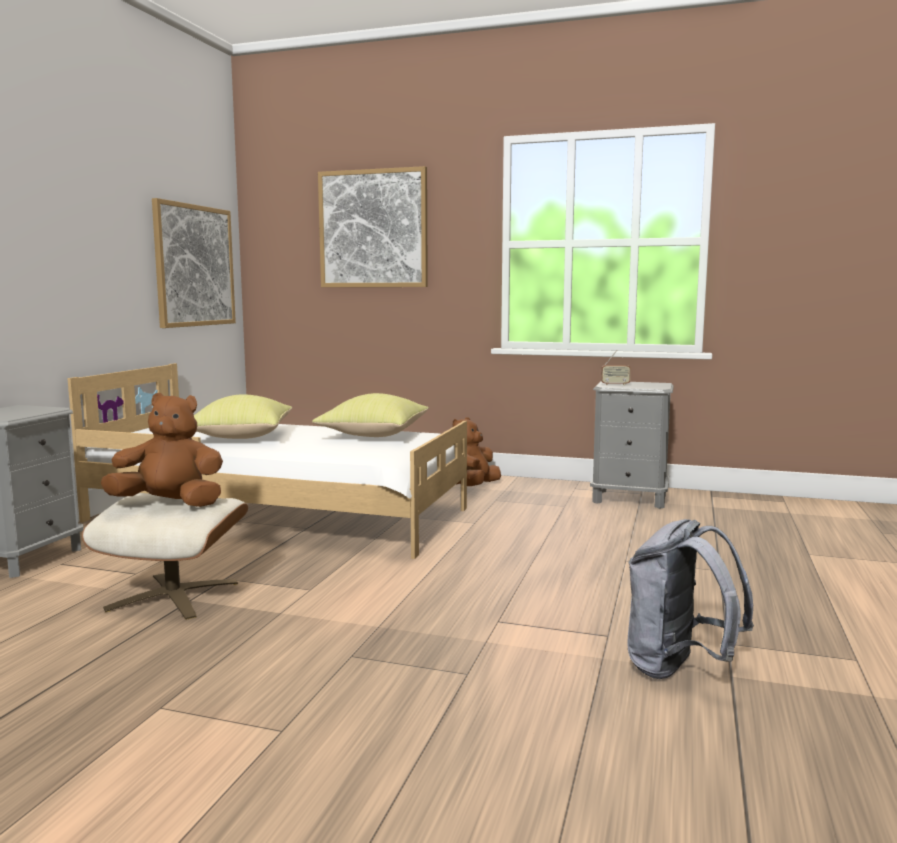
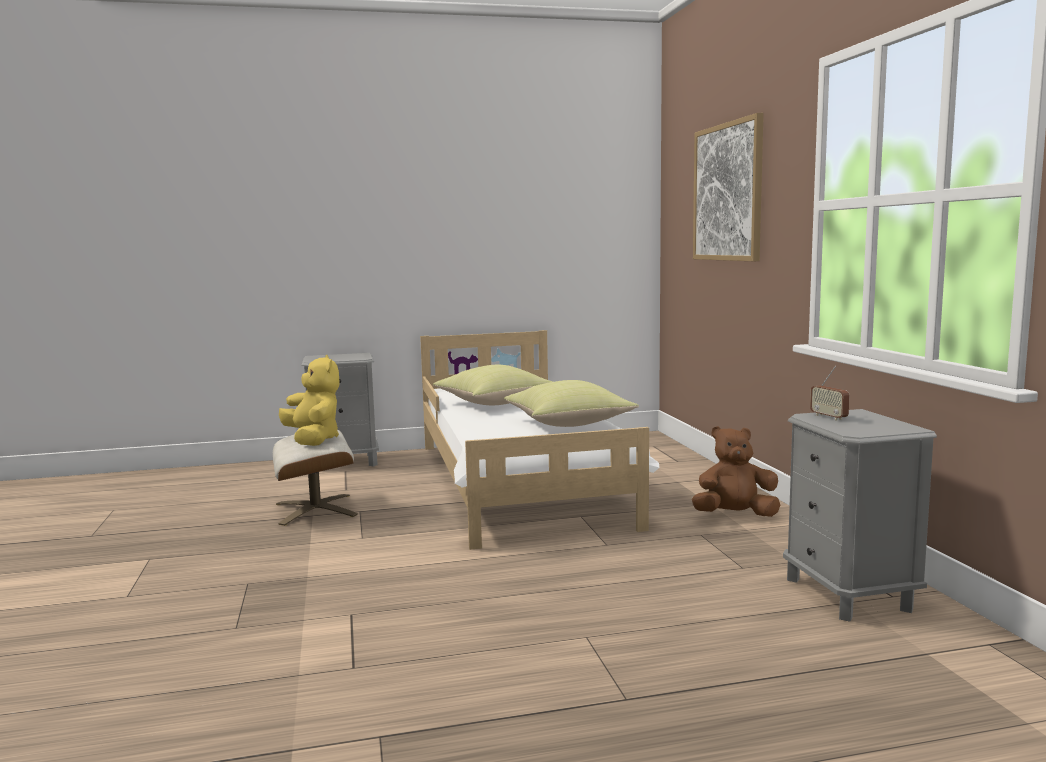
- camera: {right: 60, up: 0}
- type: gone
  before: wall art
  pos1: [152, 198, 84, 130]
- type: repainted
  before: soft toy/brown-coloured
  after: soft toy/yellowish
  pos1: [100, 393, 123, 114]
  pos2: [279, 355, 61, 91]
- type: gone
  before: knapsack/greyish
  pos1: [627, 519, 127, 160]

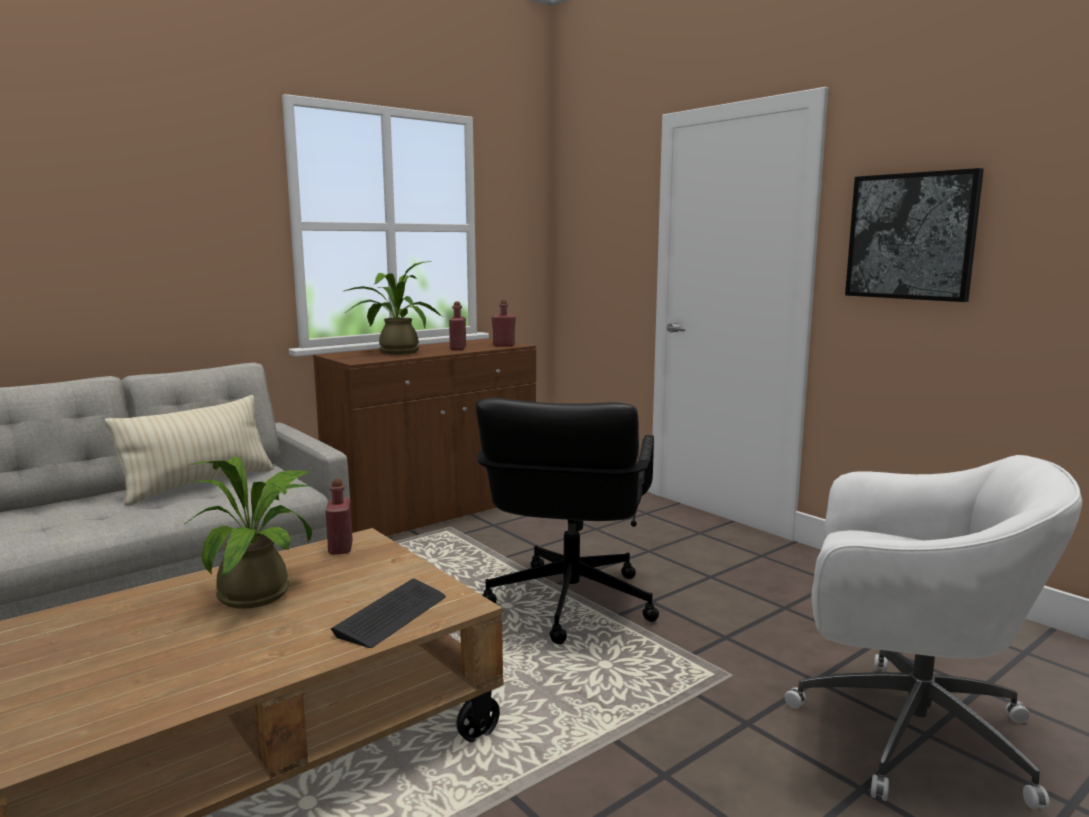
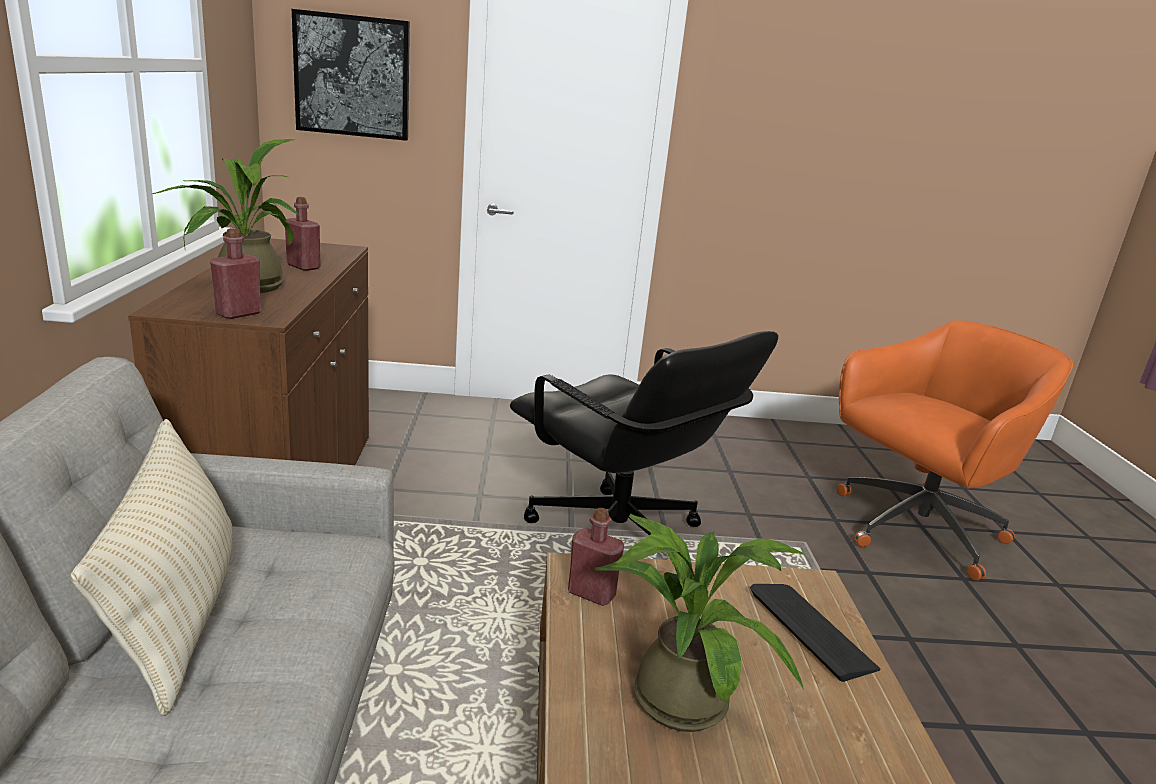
- camera: {right: -55, up: 10}
- type: shifted
  before: wall art
  pos1: [845, 168, 139, 134]
  pos2: [292, 9, 118, 132]
- type: shifted
  before: bottle/red
  pos1: [492, 300, 24, 46]
  pos2: [210, 228, 51, 91]
- type: repainted
  before: desk chair/white
  after: desk chair/orange-coloured
  pos1: [784, 455, 299, 355]
  pos2: [836, 320, 237, 261]

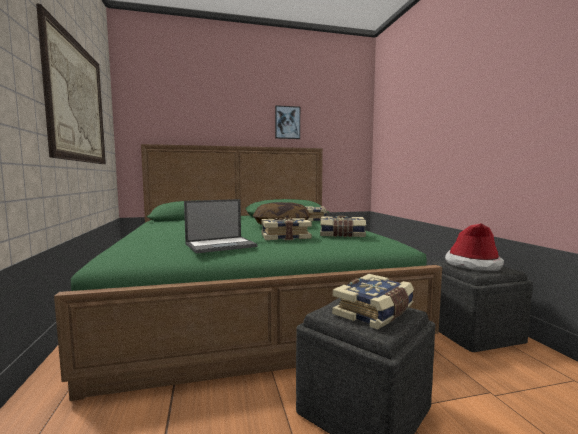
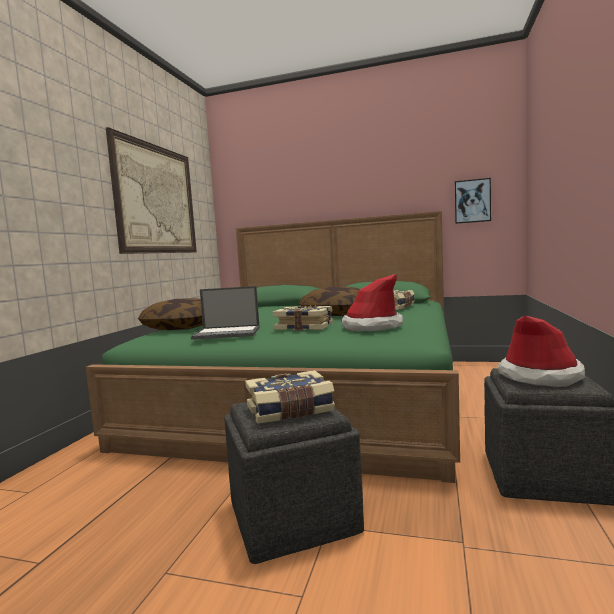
- camera: {right: 30, up: 0}
- type: shifted
  before: wall art
  pos1: [275, 105, 25, 34]
  pos2: [455, 178, 36, 46]
- type: swapped
  before: volume
  after: clothing hat
  pos1: [320, 216, 46, 21]
  pos2: [342, 274, 61, 58]
- type: new
  after: cushion
  pos2: [138, 298, 65, 32]

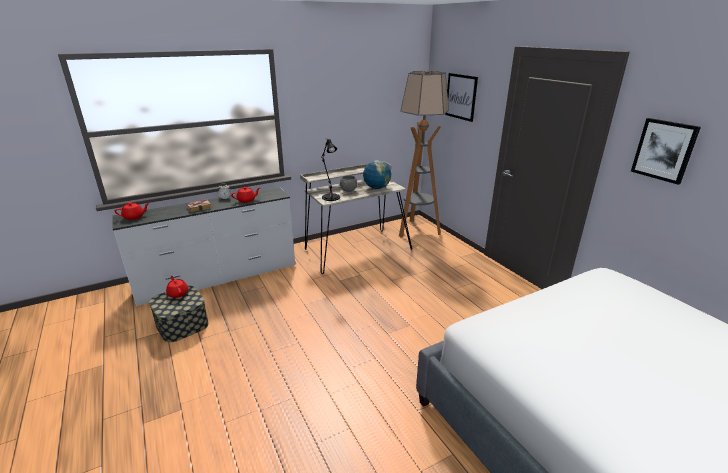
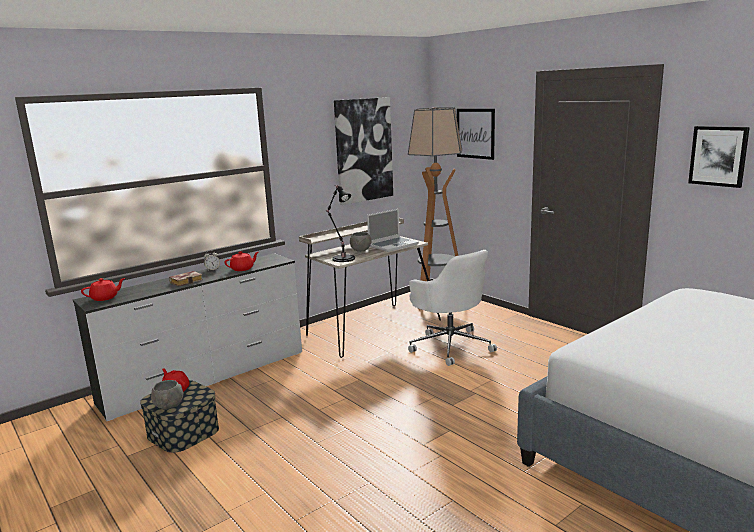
- camera: {right: -10, up: -10}
- type: swapped
  before: world globe
  after: portable computer
  pos1: [363, 160, 29, 29]
  pos2: [367, 209, 52, 43]
- type: new
  after: wall art
  pos2: [334, 97, 59, 108]
- type: new
  after: desk chair/white
  pos2: [408, 250, 89, 116]
- type: new
  after: serving bowl/greyish
  pos2: [151, 380, 32, 30]

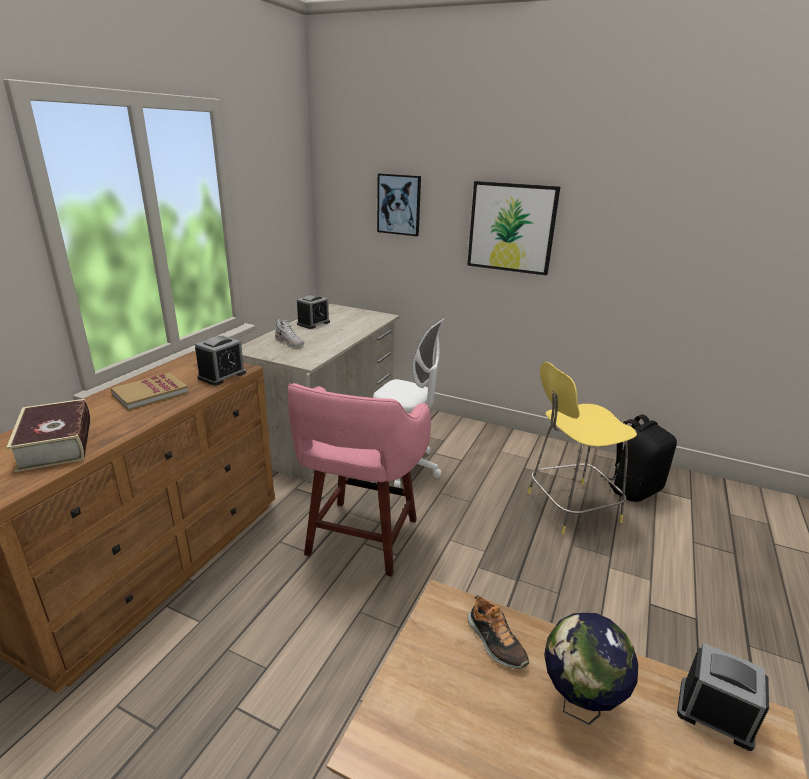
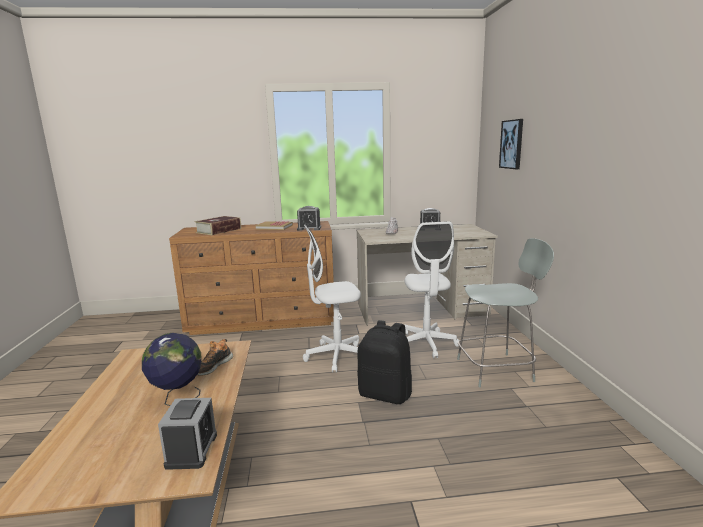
- camera: {right: 60, up: -10}
- type: gone
  before: wall art
  pos1: [467, 181, 93, 94]
- type: gone
  before: stool seat/yellowish
  pos1: [528, 362, 109, 173]
- type: swapped
  before: stool seat/pink
  after: desk chair/white
  pos1: [288, 383, 143, 194]
  pos2: [303, 224, 58, 149]
- type: shifted
  before: knapsack/blackish
  pos1: [600, 414, 77, 88]
  pos2: [357, 320, 55, 84]
- type: new
  after: stool seat/greyish
  pos2: [457, 238, 97, 149]

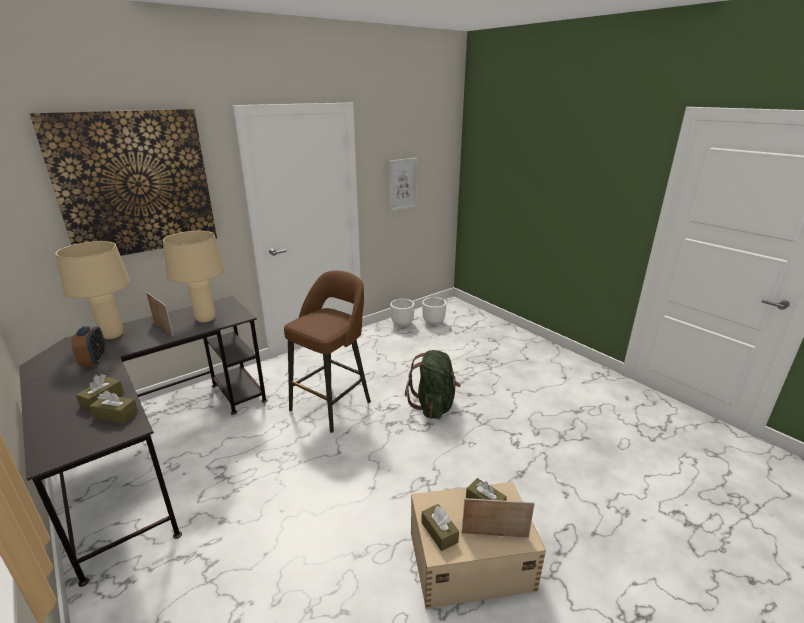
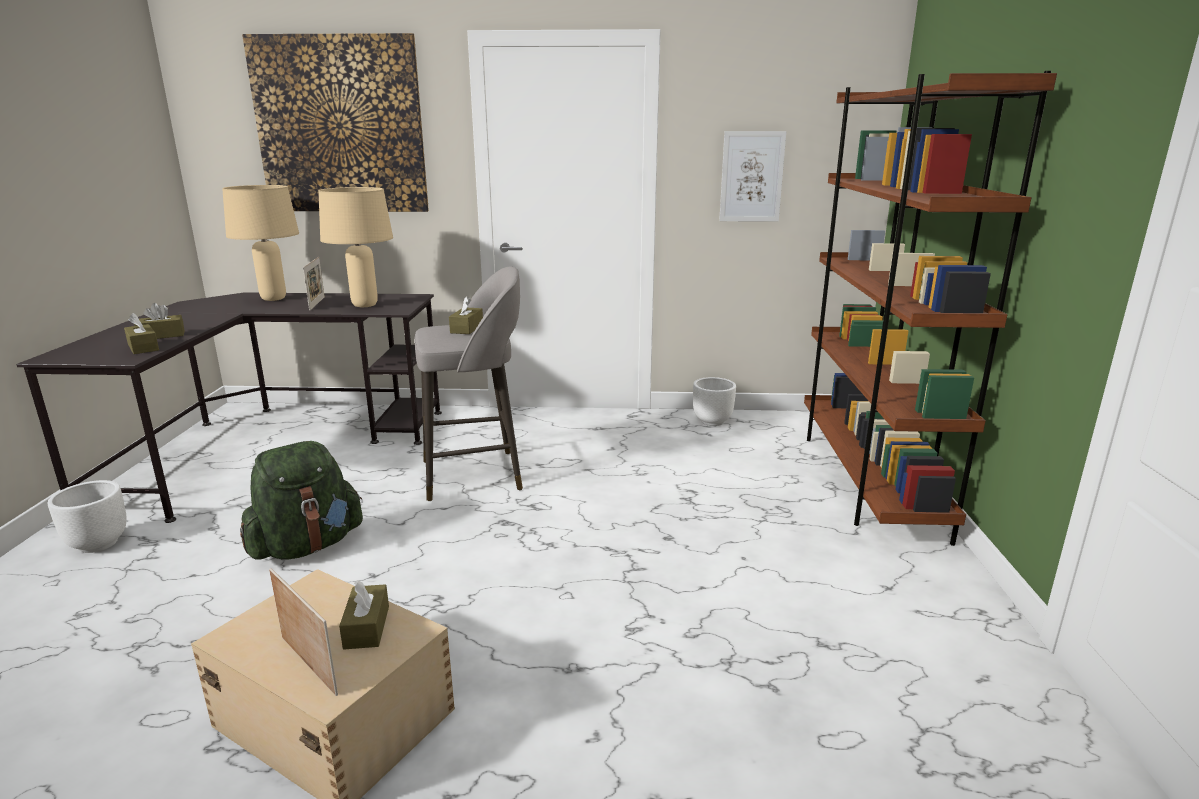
- camera: {right: 40, up: -5}
- type: repainted
  before: stool seat/brown-coloured
  after: stool seat/greyish
  pos1: [284, 271, 87, 162]
  pos2: [415, 267, 108, 234]
- type: shifted
  before: plant pot/white
  pos1: [422, 297, 24, 29]
  pos2: [48, 480, 79, 73]
- type: gone
  before: bedside clock
  pos1: [71, 326, 35, 41]
- type: shifted
  before: knapsack/greenish
  pos1: [405, 350, 56, 69]
  pos2: [240, 441, 123, 119]
- type: shifted
  before: tissue holder/brown-coloured
  pos1: [421, 504, 38, 47]
  pos2: [449, 296, 34, 38]
- type: new
  after: bookshelf/brown-coloured
  pos2: [804, 71, 253, 475]

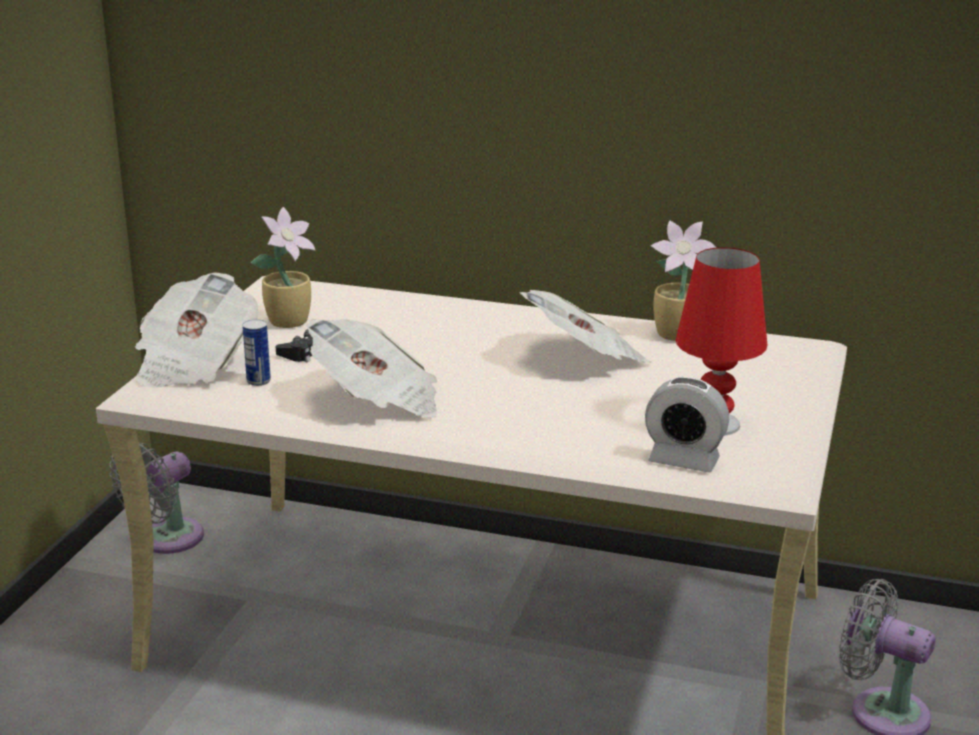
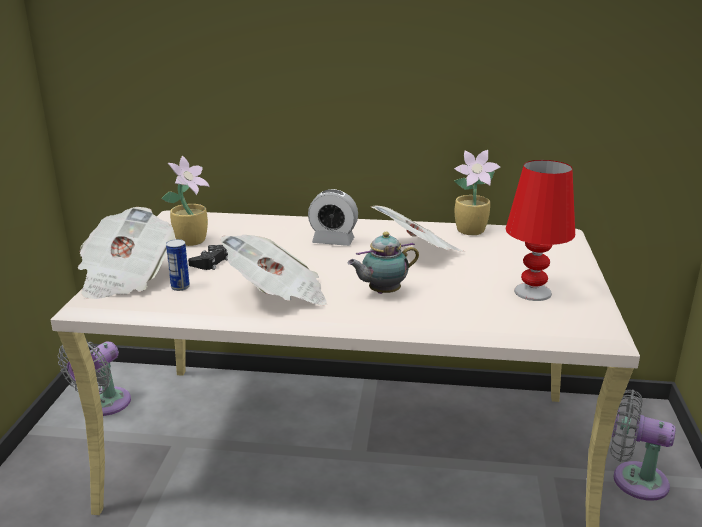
- camera: {right: -10, up: 0}
- type: shifted
  before: bedside clock
  pos1: [645, 377, 84, 95]
  pos2: [308, 189, 50, 57]
- type: new
  after: tea pot
  pos2: [348, 232, 71, 62]

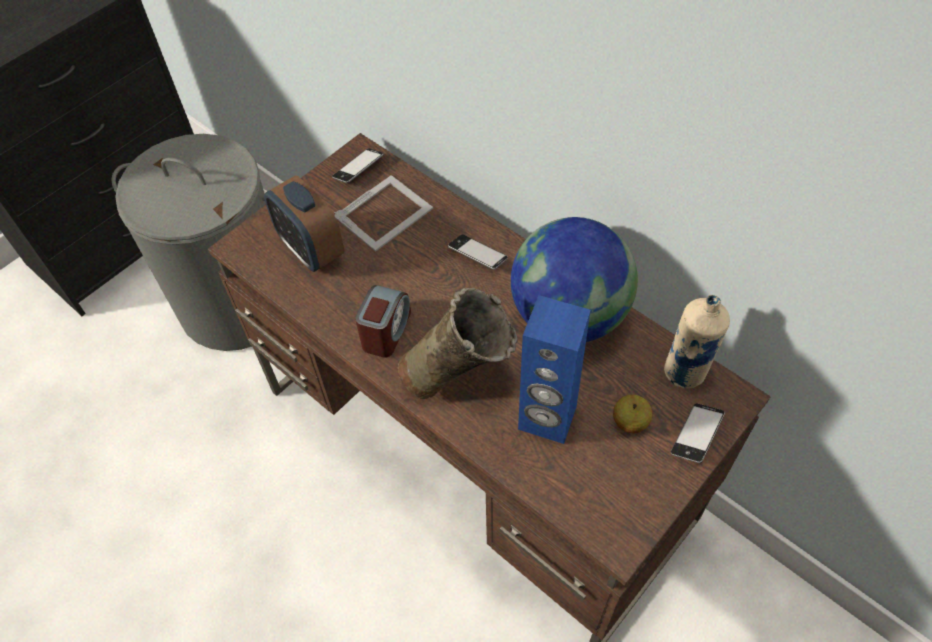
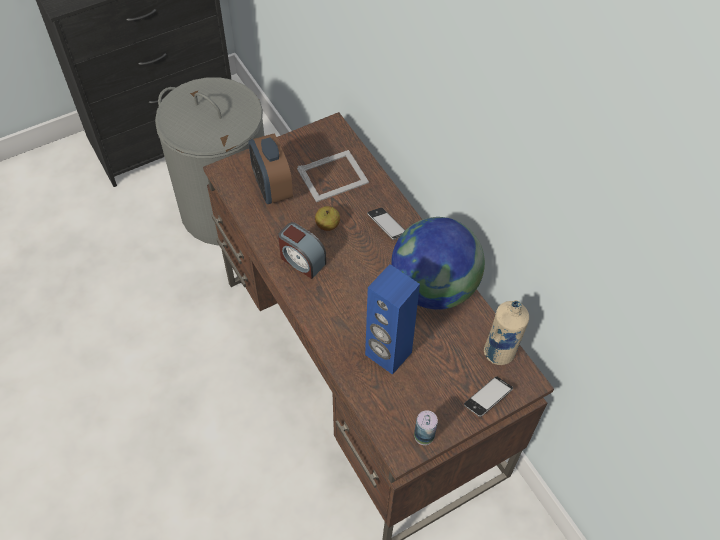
- camera: {right: 15, up: 0}
- type: gone
  before: telephone
  pos1: [332, 148, 52, 35]
- type: rotated
  before: bedside clock
  pos1: [355, 285, 56, 73]
  pos2: [278, 222, 48, 57]
  turn: 90
- type: gone
  before: flower vase/sand-coloured
  pos1: [397, 288, 121, 111]
- type: shifted
  before: apple
  pos1: [613, 395, 39, 38]
  pos2: [315, 206, 25, 25]
- type: new
  after: sealed can
  pos2: [414, 410, 24, 35]

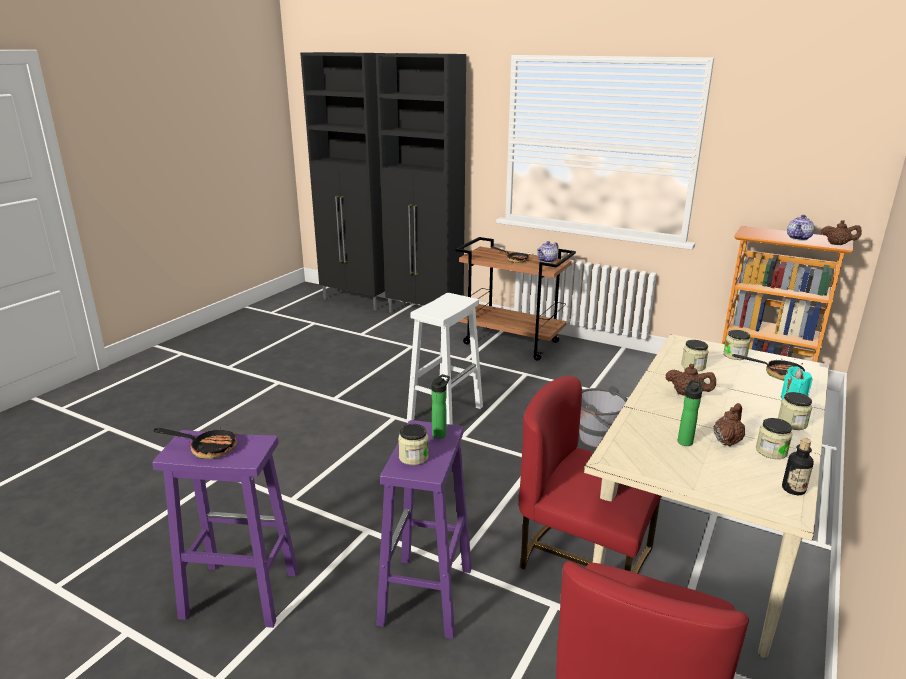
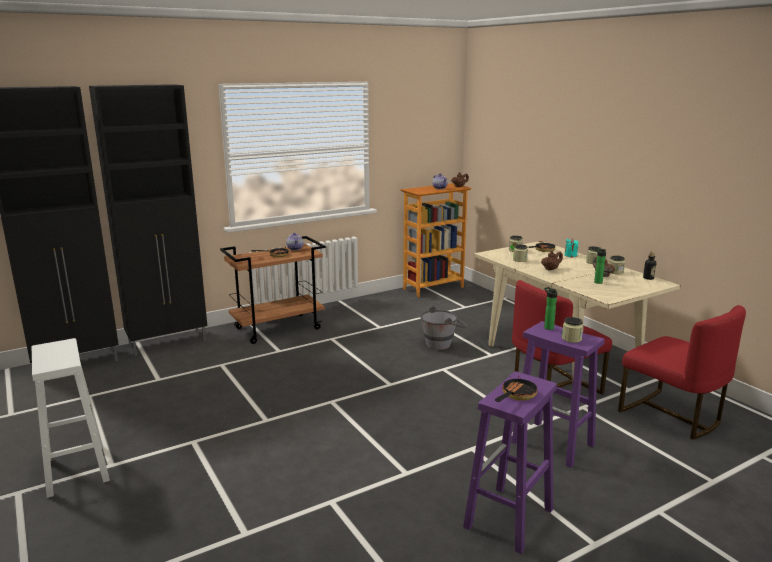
- camera: {right: -60, up: -5}
- type: shifted
  before: stool seat/white
  pos1: [407, 293, 76, 132]
  pos2: [32, 338, 78, 160]

